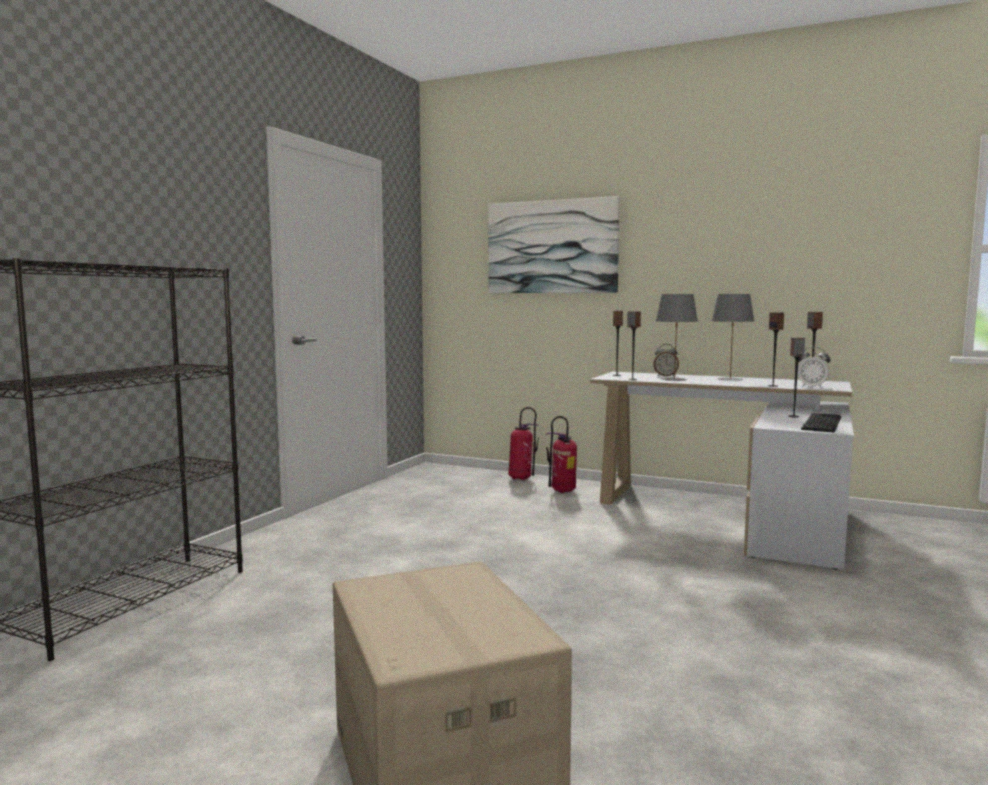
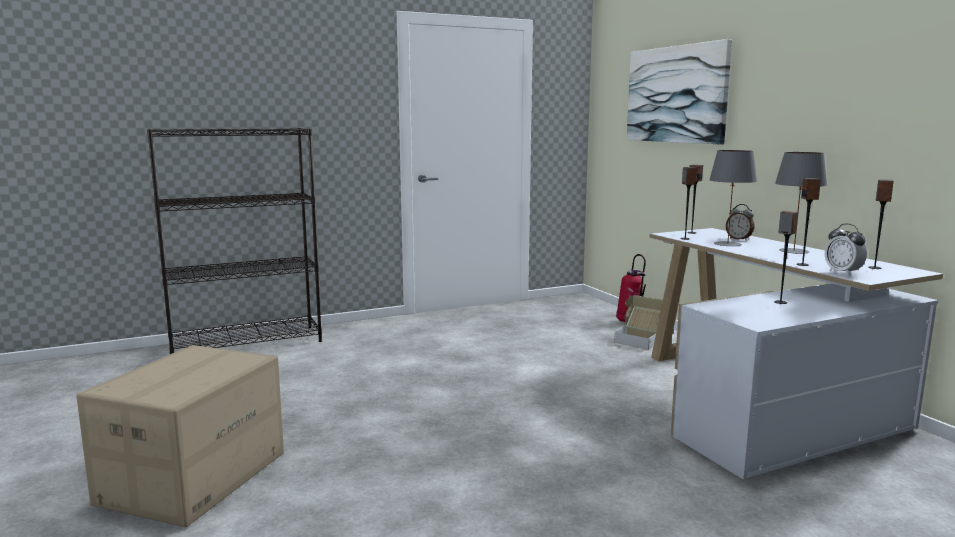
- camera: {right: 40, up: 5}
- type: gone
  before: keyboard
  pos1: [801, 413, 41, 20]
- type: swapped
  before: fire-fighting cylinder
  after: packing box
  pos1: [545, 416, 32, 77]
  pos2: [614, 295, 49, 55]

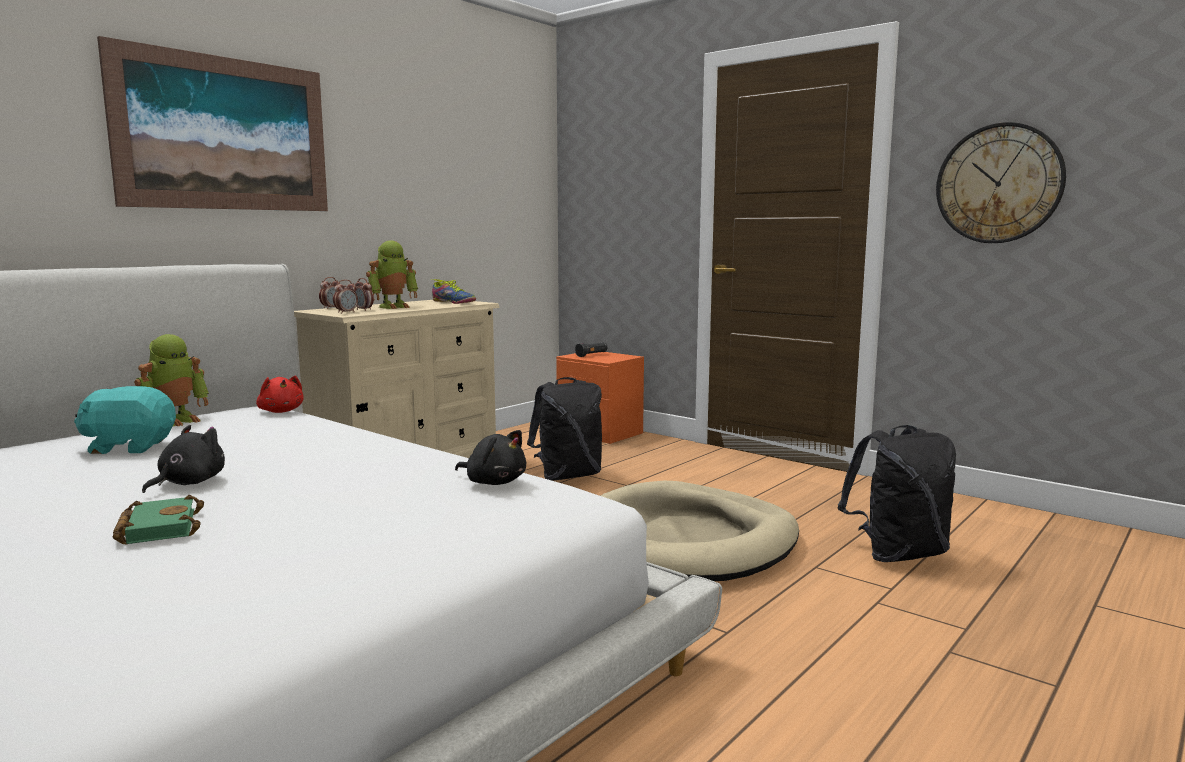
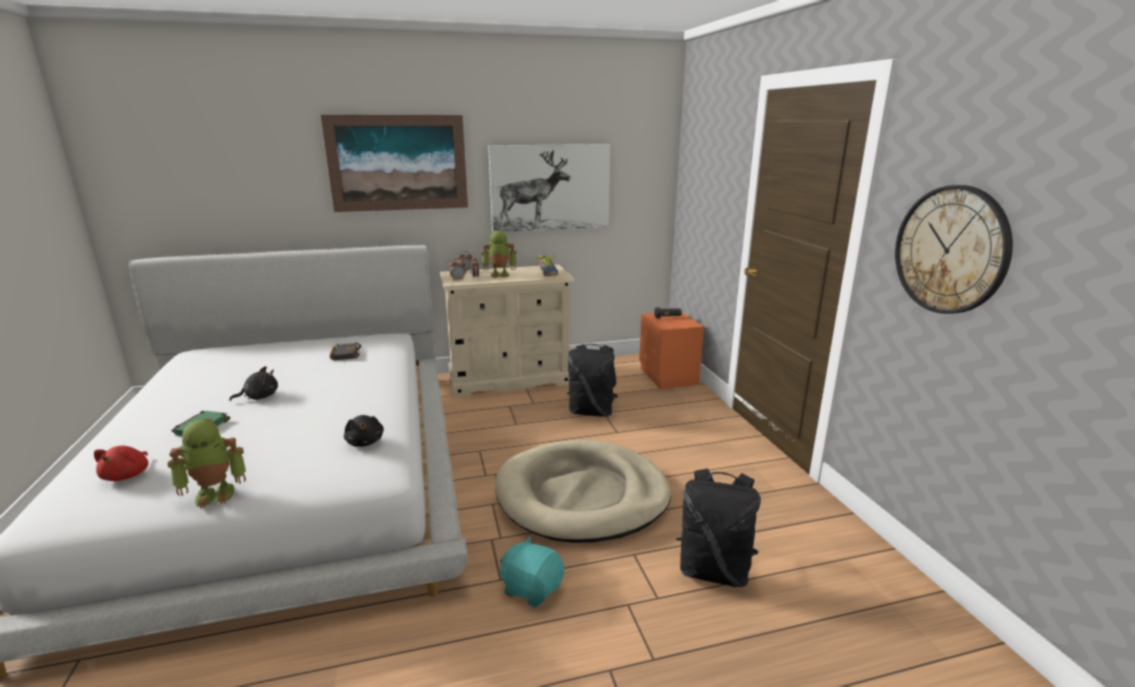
- camera: {right: 35, up: 10}
- type: shifted
  before: model robot
  pos1: [134, 334, 75, 92]
  pos2: [167, 419, 79, 90]
- type: shifted
  before: soft toy/red
  pos1: [256, 375, 47, 38]
  pos2: [94, 445, 54, 36]
- type: shifted
  before: soft toy/turquoise-coloured
  pos1: [74, 386, 102, 68]
  pos2: [500, 537, 64, 70]
- type: new
  after: wall art
  pos2: [488, 144, 122, 88]
- type: new
  after: volume/blackish
  pos2: [330, 342, 32, 18]

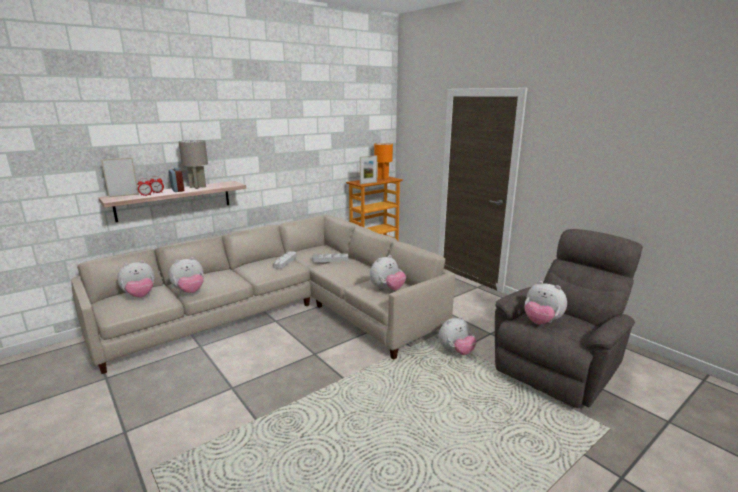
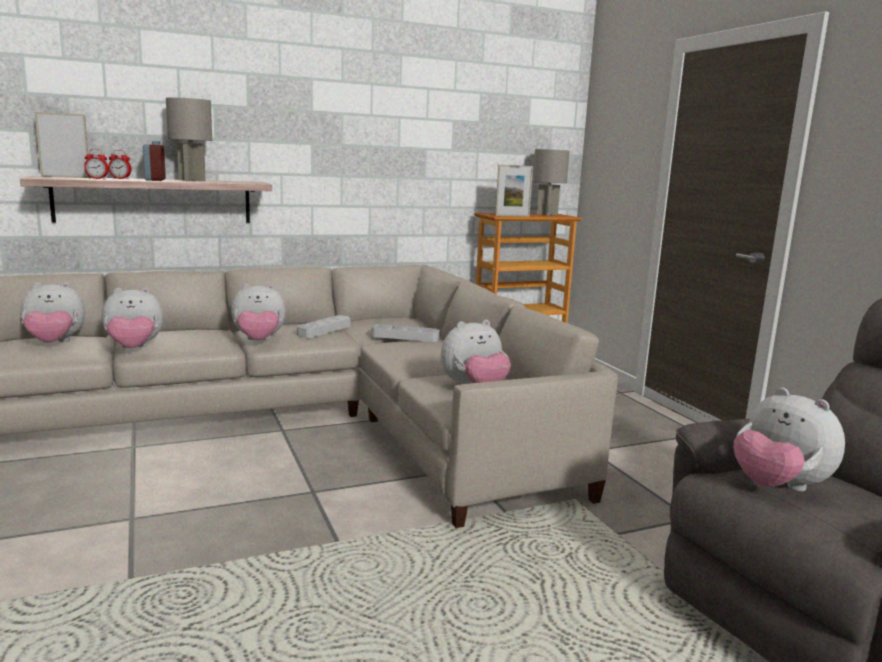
- camera: {right: 15, up: -5}
- type: repainted
  before: lamp for a table/orange-coloured
  after: lamp for a table/greyish
  pos1: [374, 143, 19, 36]
  pos2: [533, 149, 37, 67]
- type: shifted
  before: soft toy
  pos1: [439, 316, 38, 39]
  pos2: [231, 284, 55, 56]

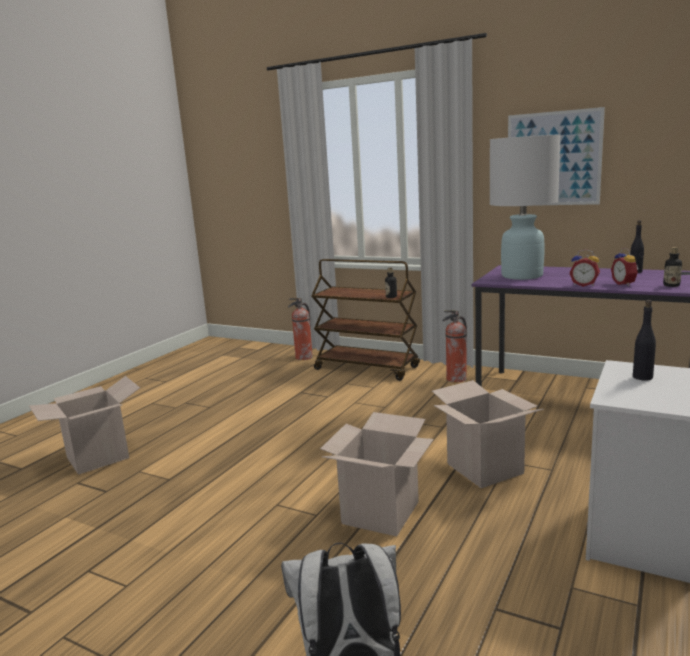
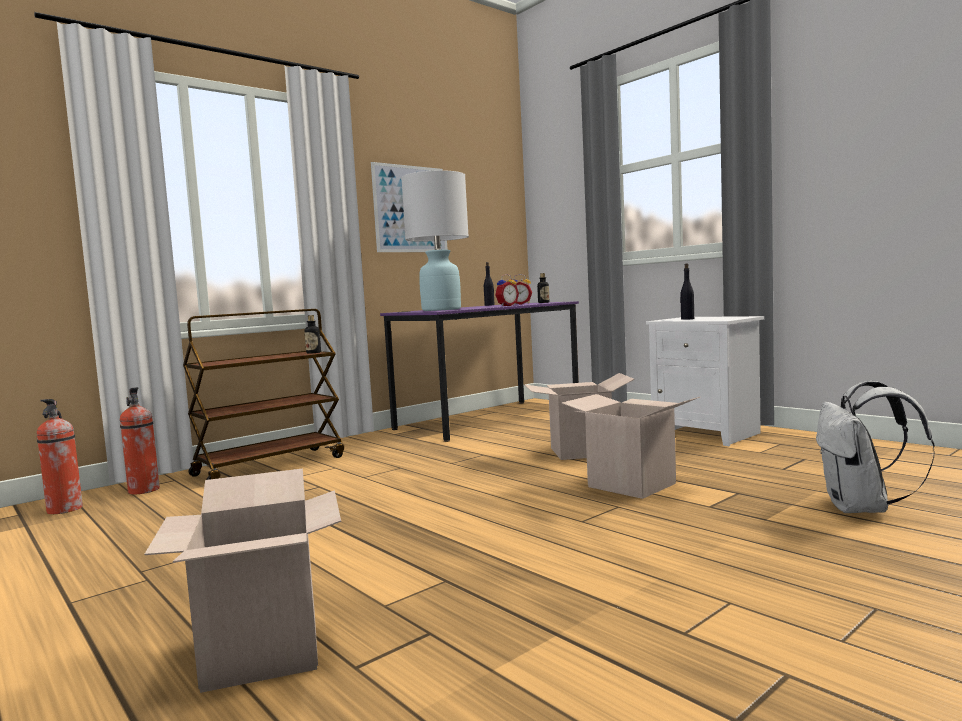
- camera: {right: -70, up: -10}
- type: shifted
  before: fire-fighting cylinder
  pos1: [443, 310, 24, 72]
  pos2: [36, 399, 47, 115]

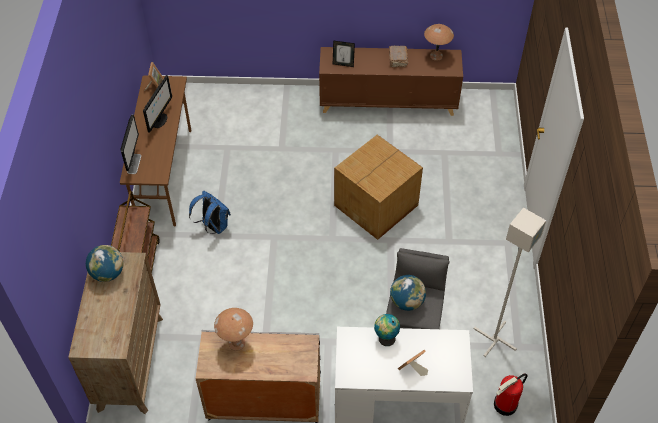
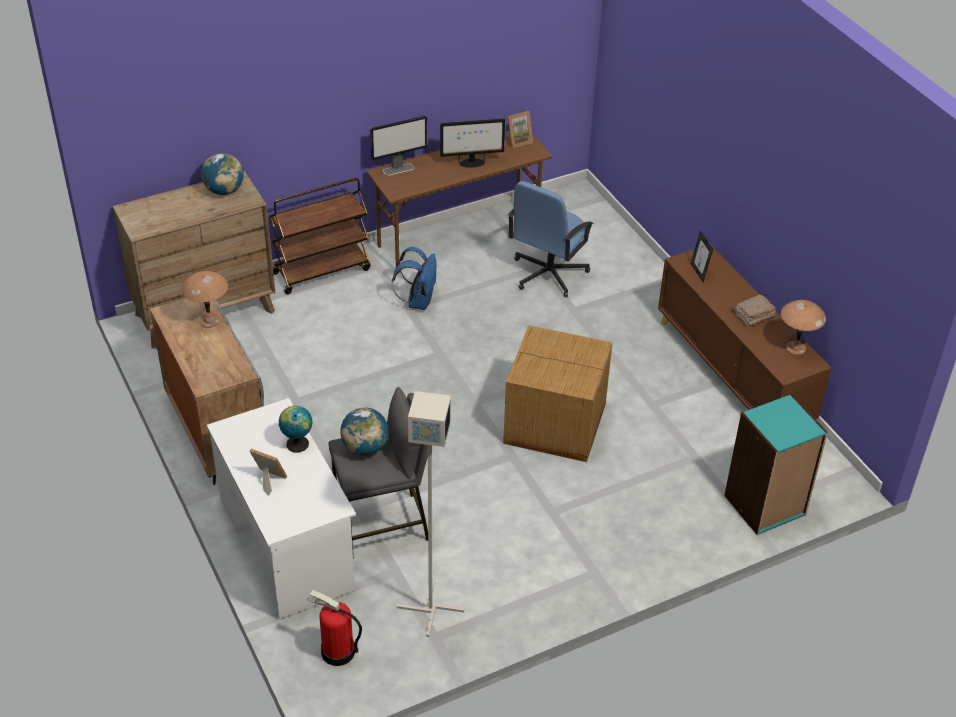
- camera: {right: 60, up: -10}
- type: new
  after: desk chair/blue
  pos2: [508, 181, 86, 116]
- type: new
  after: bookshelf/turquoise-coloured
  pos2: [724, 394, 104, 141]

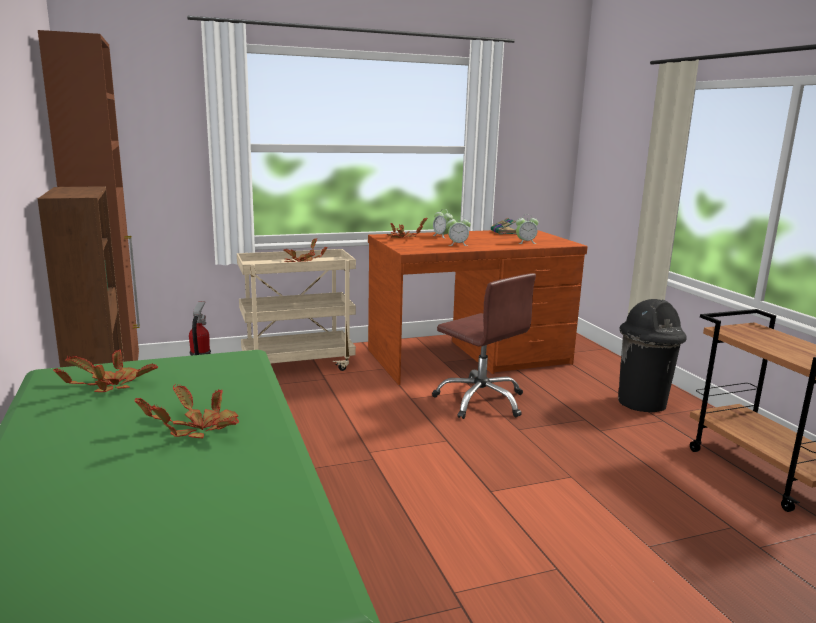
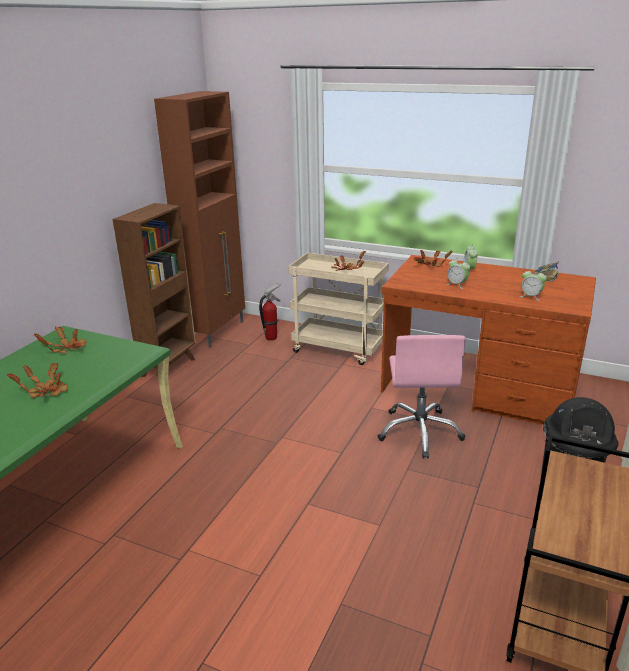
- camera: {right: 45, up: 10}
- type: repainted
  before: desk chair/brown-coloured
  after: desk chair/pink
  pos1: [432, 273, 104, 146]
  pos2: [377, 335, 89, 123]

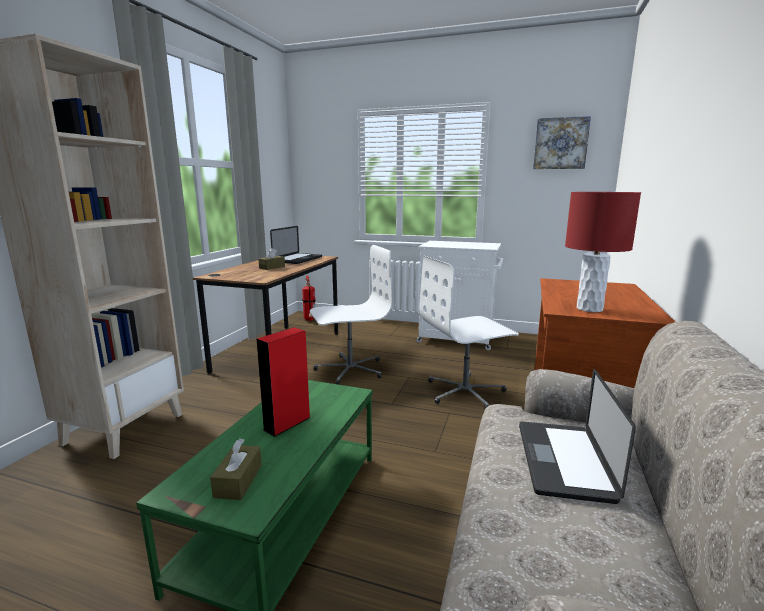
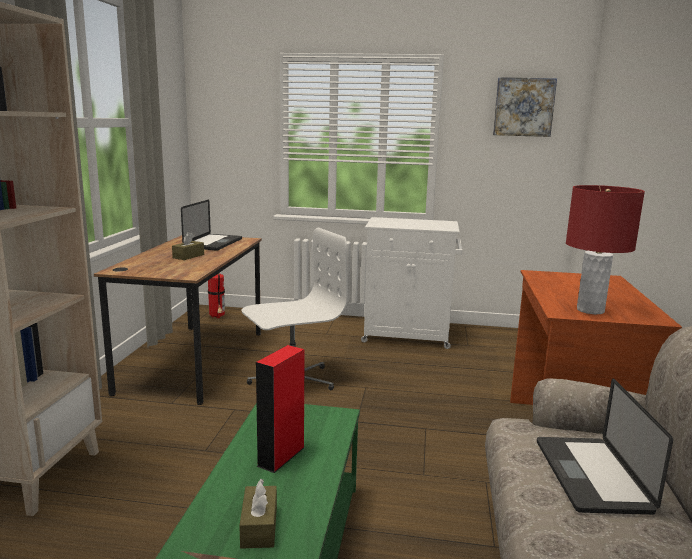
- camera: {right: -10, up: 0}
- type: gone
  before: desk chair/white
  pos1: [419, 256, 100, 153]

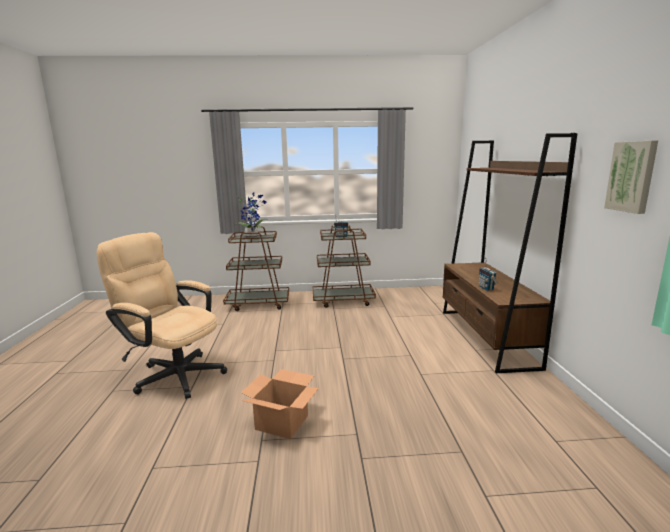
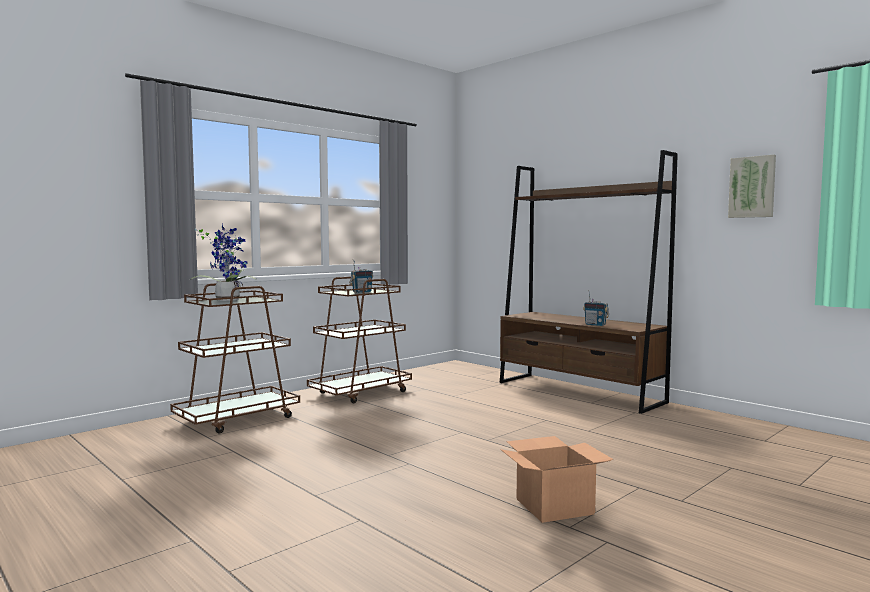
- camera: {right: -40, up: -10}
- type: gone
  before: desk chair/sand-coloured
  pos1: [97, 232, 130, 167]

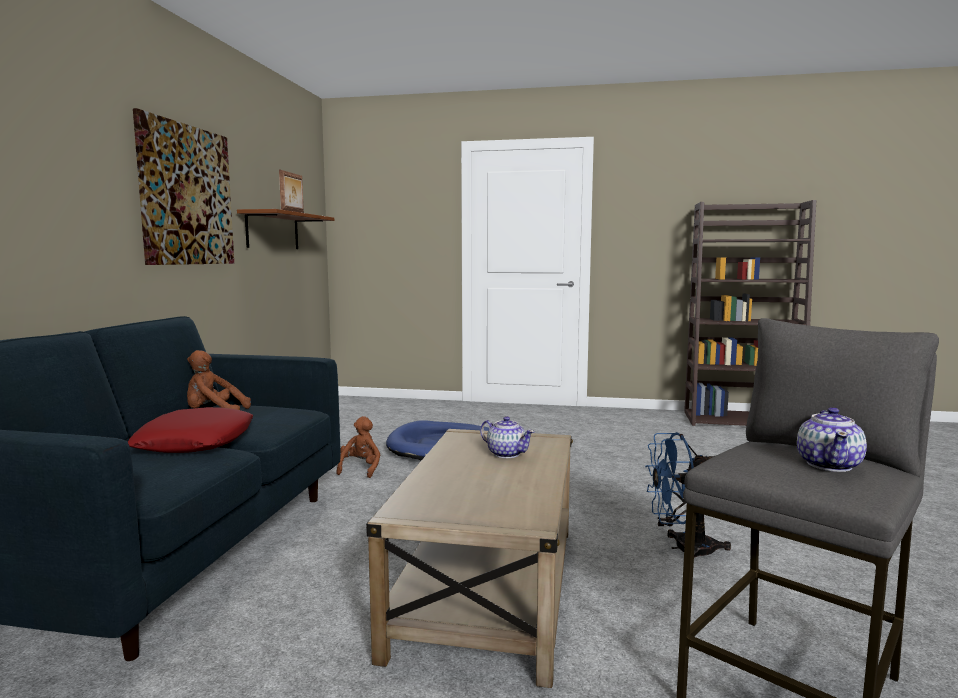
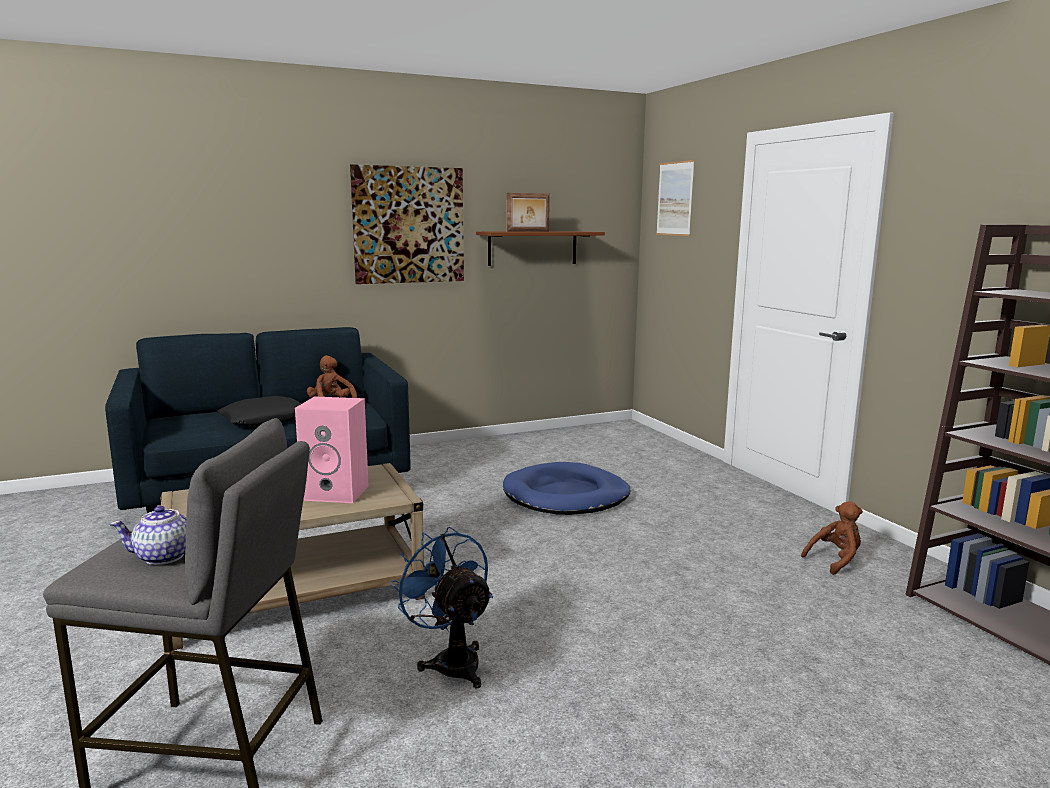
- camera: {right: 55, up: 5}
- type: repainted
  before: cushion/red
  after: cushion/blackish
  pos1: [128, 407, 125, 46]
  pos2: [217, 396, 84, 31]
- type: shifted
  before: soft toy/brown-coloured
  pos1: [336, 416, 44, 62]
  pos2: [801, 501, 62, 74]
- type: swapped
  before: tea pot
  after: loudspeaker/pink
  pos1: [480, 416, 55, 42]
  pos2: [295, 396, 74, 107]
- type: new
  after: wall art
  pos2: [656, 160, 39, 76]

